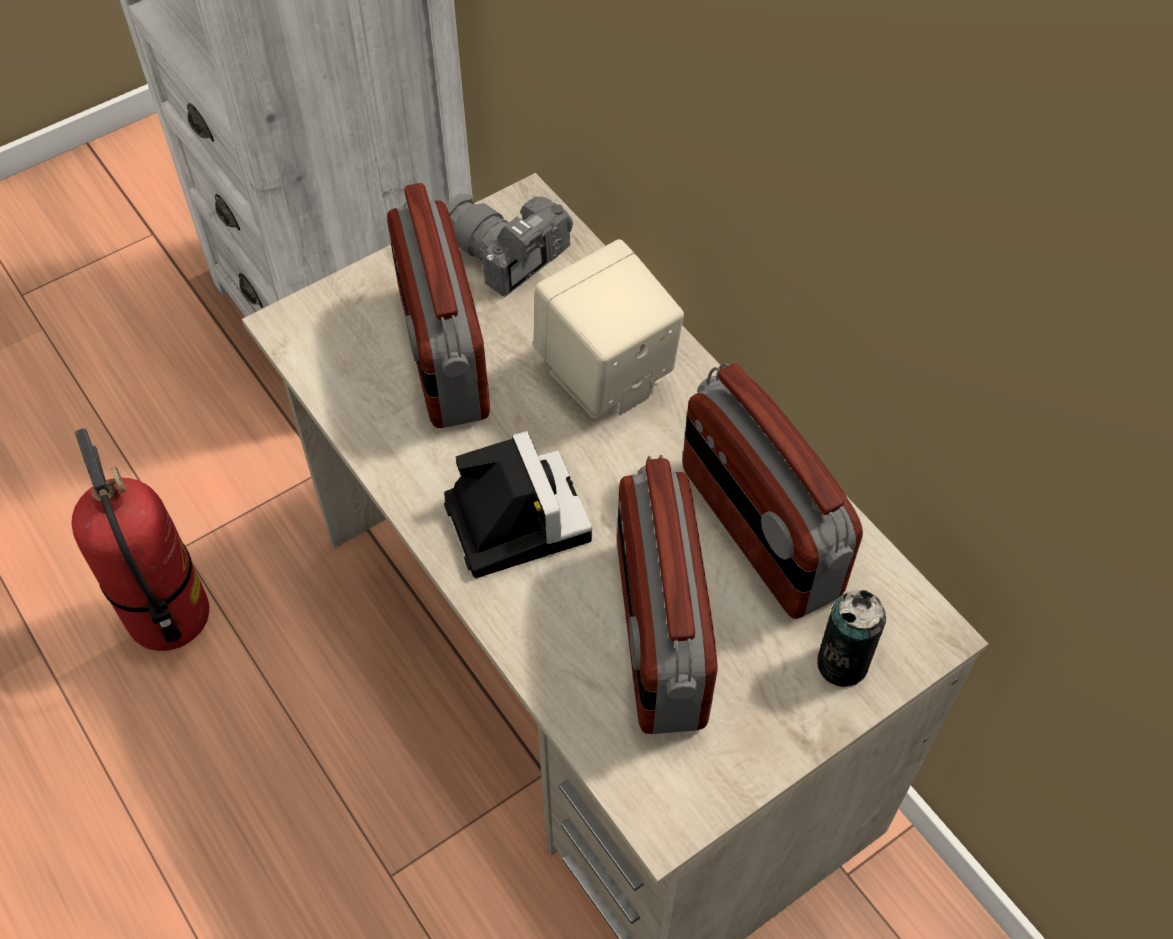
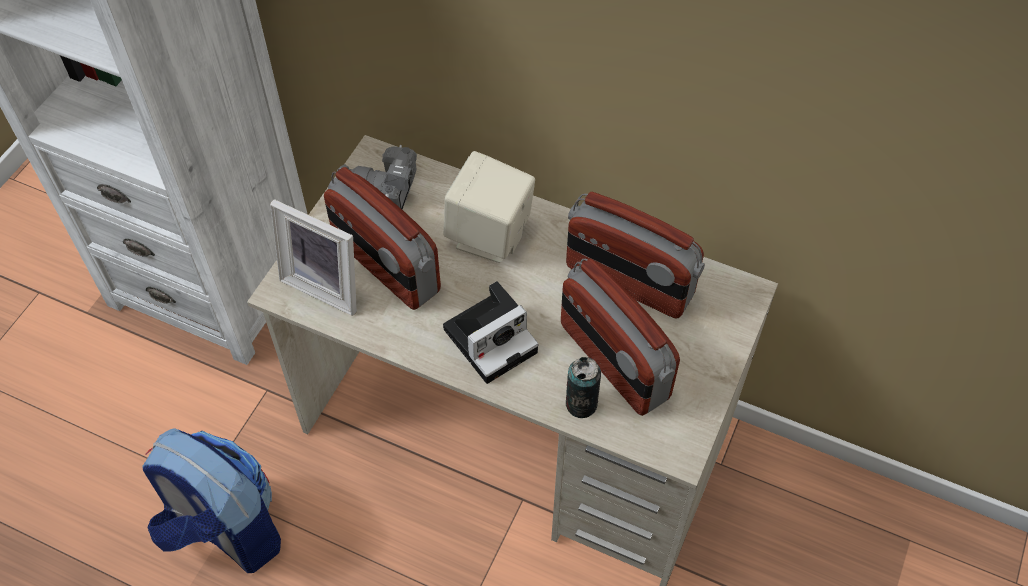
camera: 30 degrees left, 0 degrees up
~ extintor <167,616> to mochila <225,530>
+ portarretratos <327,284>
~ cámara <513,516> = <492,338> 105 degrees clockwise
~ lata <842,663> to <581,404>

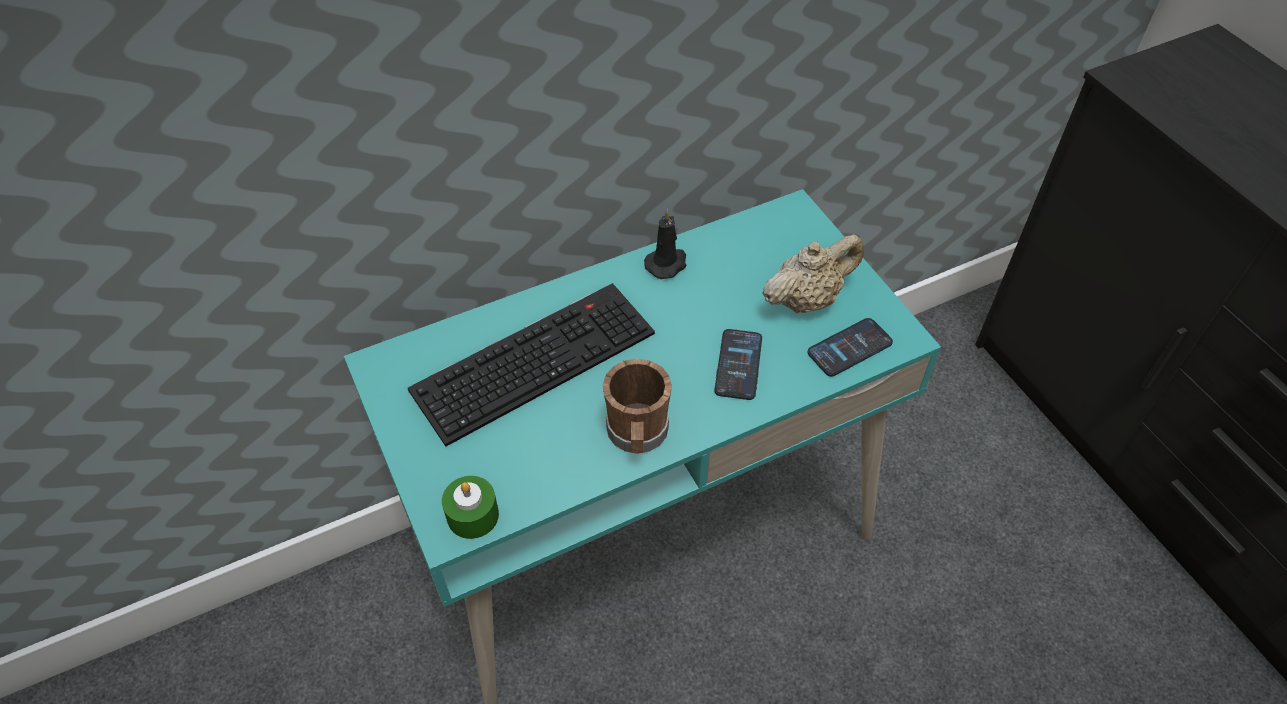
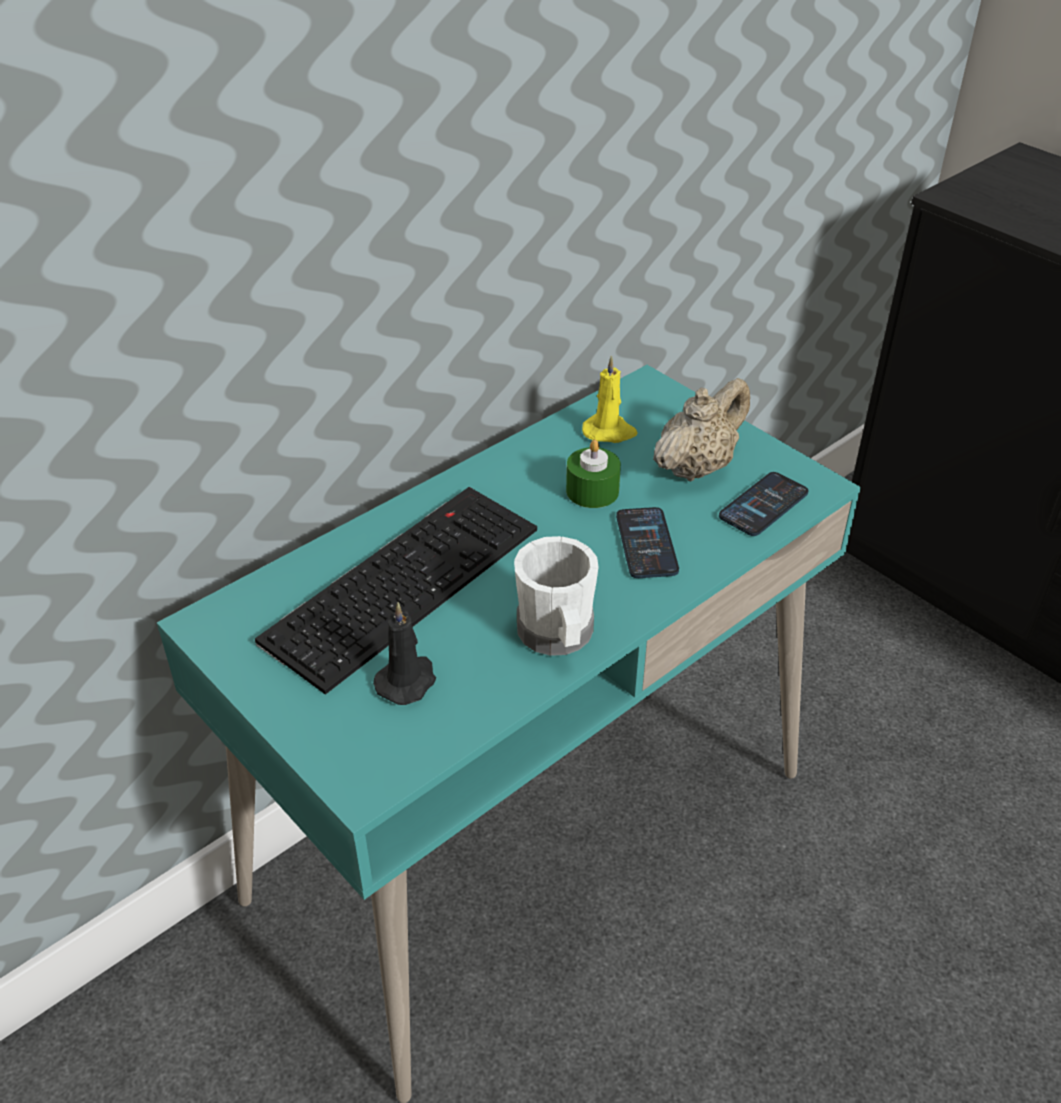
camera: 15 degrees left, 10 degrees down
~ vela (negro) <667,263> to <407,681>
~ taza grande (marrón) <637,435> to taza grande (blanco) <557,636>
~ vela (verde) <473,515> to <592,491>
+ vela (amarillo) <609,432>

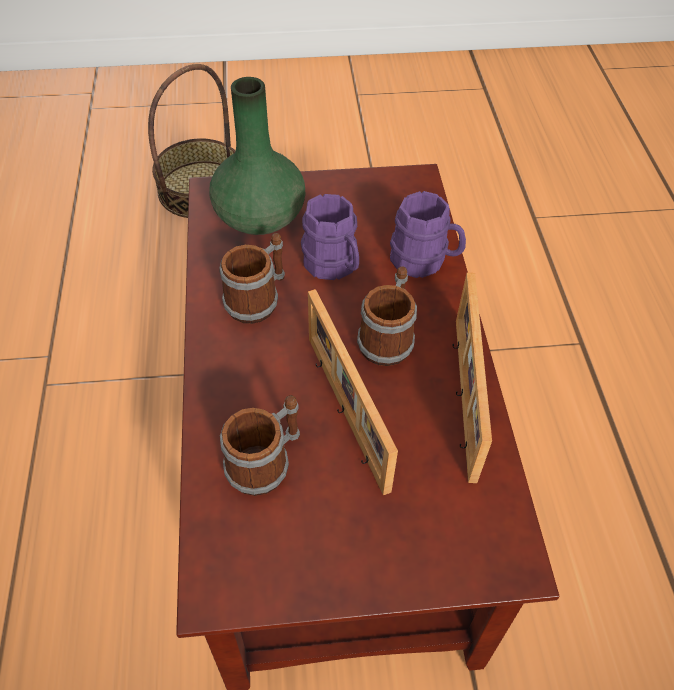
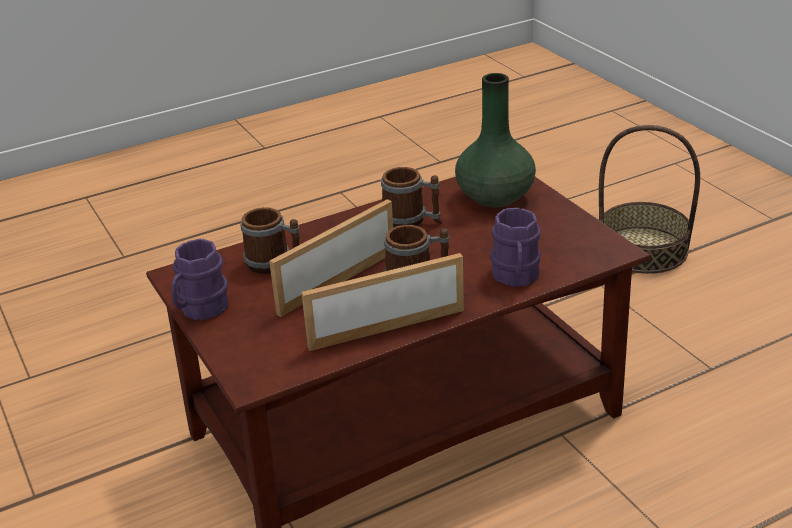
camera: 70 degrees right, 20 degrees down
~ taza grande (morado) <334,266> to <200,309>

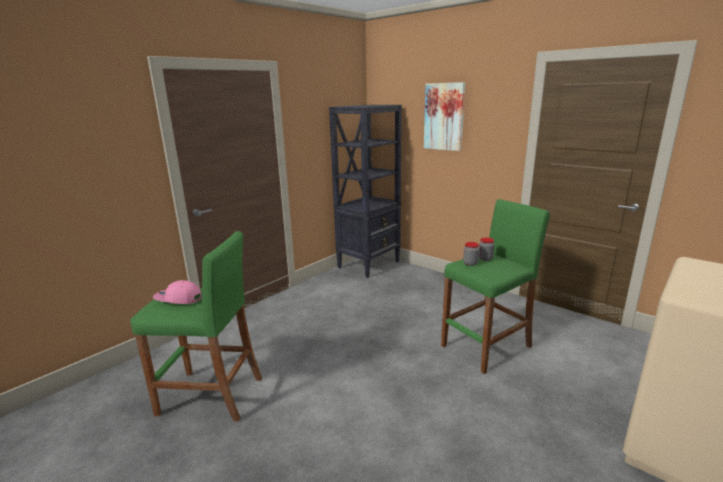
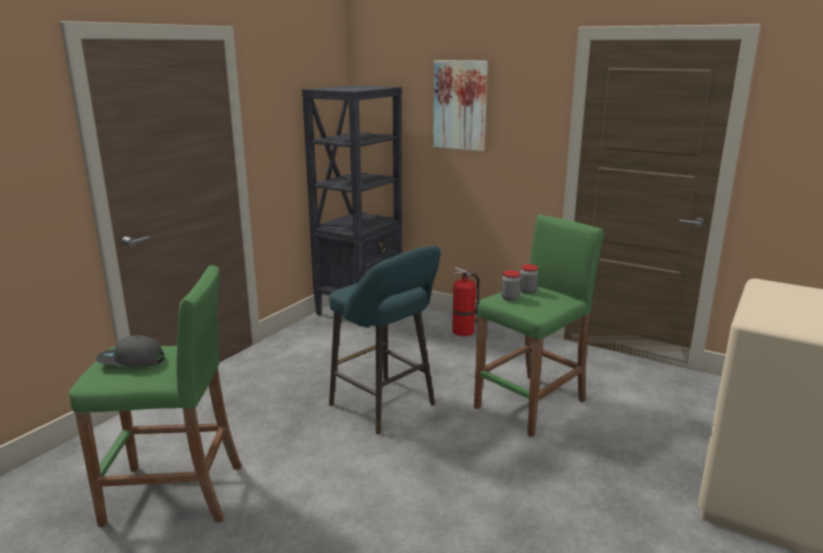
camera: 10 degrees left, 0 degrees up
~ gorra (rosa) <178,299> to gorra (gris) <131,361>
+ taburete (turquesa) <386,407>
+ extintor <464,331>

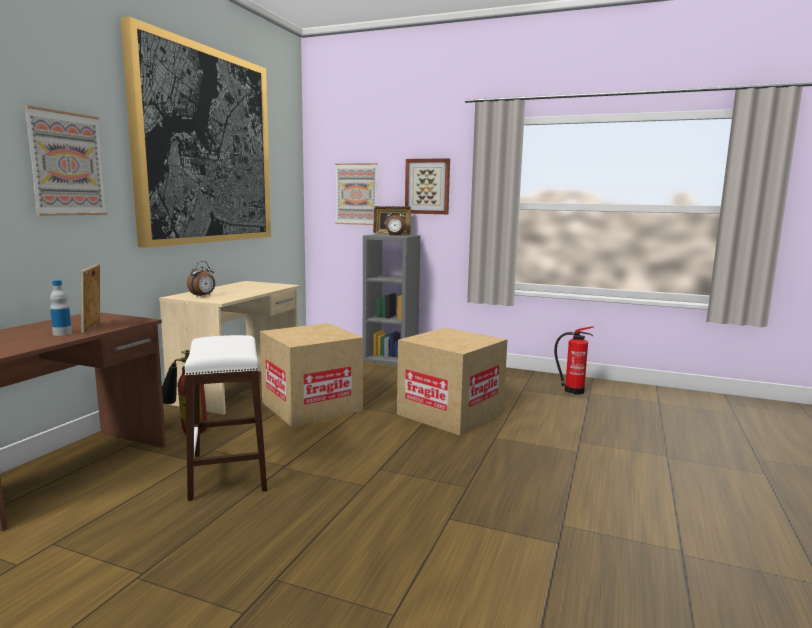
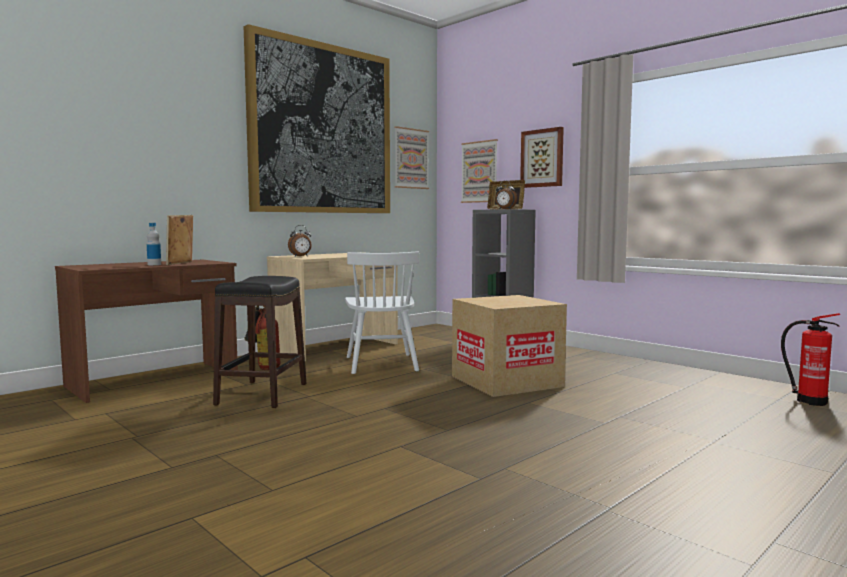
camera: 25 degrees right, 5 degrees down
~ taburete (blanco) <229,471> to taburete (negro) <263,393>
~ caja de cartón <311,406> to silla (blanco) <381,364>
~ cuadro <66,164> to <411,158>
~ extintor <572,391> to <808,401>

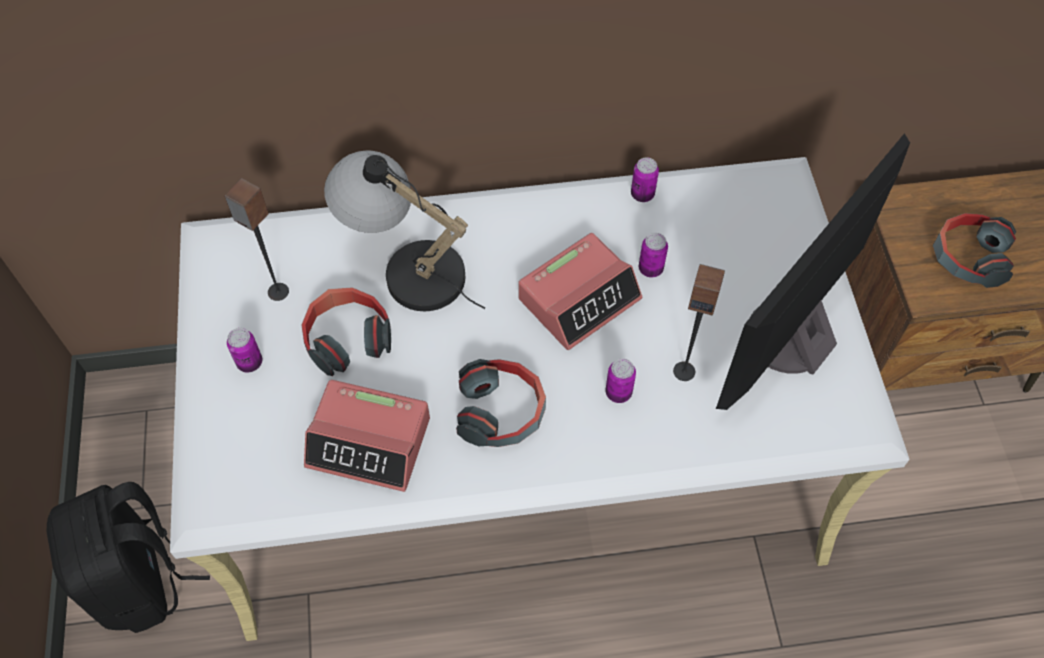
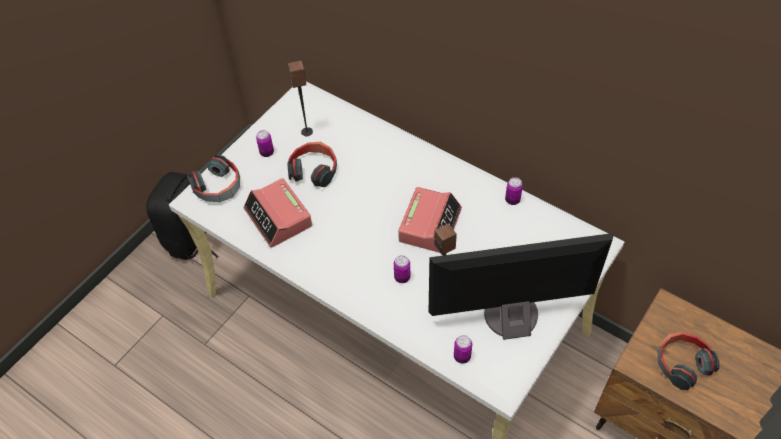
camera: 45 degrees right, 5 degrees down
~ auriculares <502,411> to <218,187>
~ despertador <579,298> = <430,225> 75 degrees counterclockwise
~ lata <650,269> to <462,356>
- lámpara de mesa <406,268>

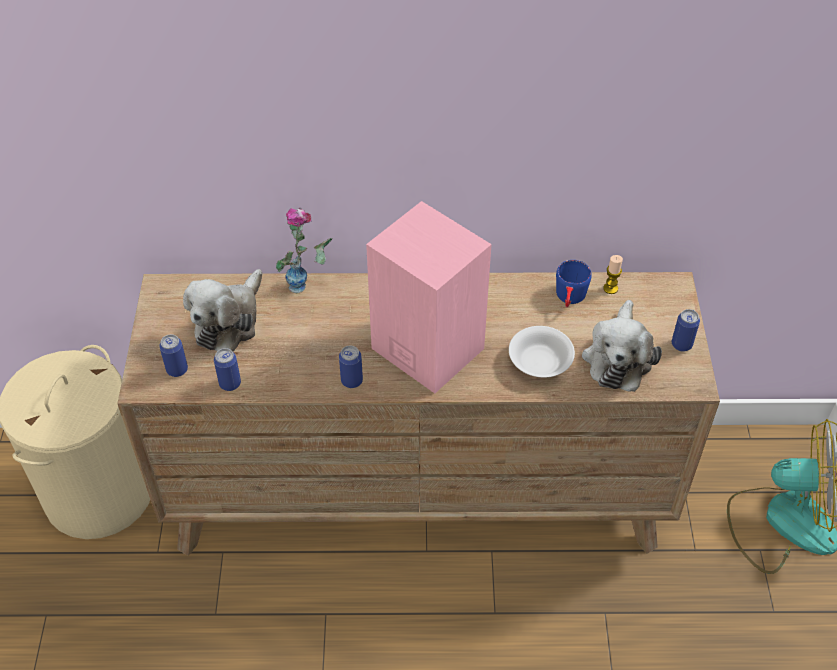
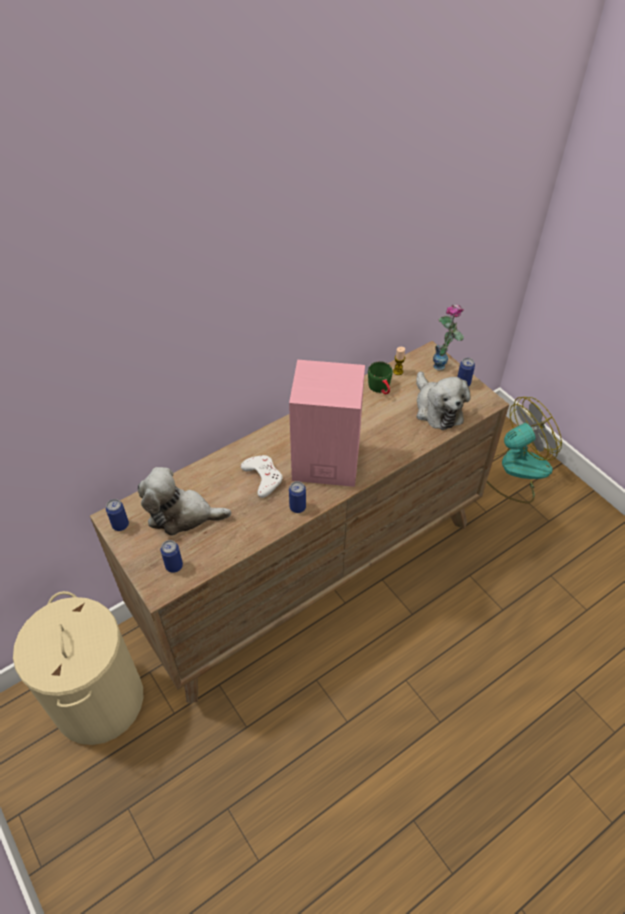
camera: 35 degrees left, 0 degrees up
~ lata <230,383> to <120,525>
~ peluche <229,321> = <182,514> 105 degrees clockwise
+ mando de consola (blanco) <263,477>
~ taza grande (azul) <570,299> to taza grande (verde) <381,389>
~ florero <309,286> to <445,363>
- cuenco (blanco) <541,362>

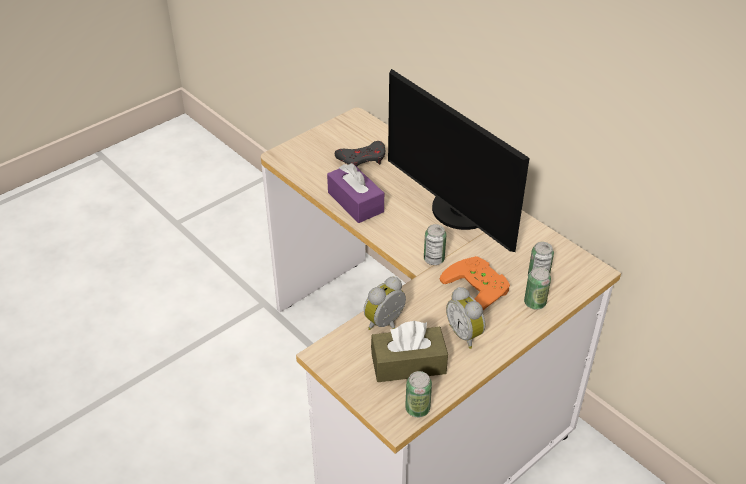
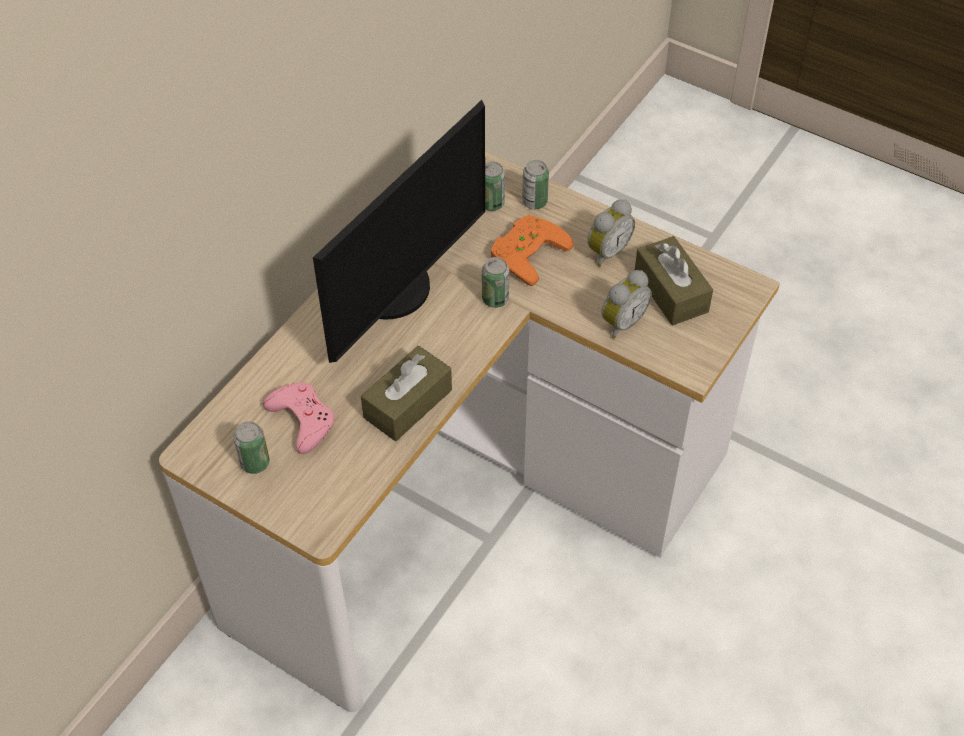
camera: 105 degrees left, 10 degrees up
~ lata <417,409> to <255,463>
~ mando de consola (gris) <362,159> to mando de consola (rosa) <302,419>
~ caja de pañuelos (morado) <355,202> to caja de pañuelos (marrón) <408,403>
~ despertador <386,324> = <621,322> 75 degrees counterclockwise

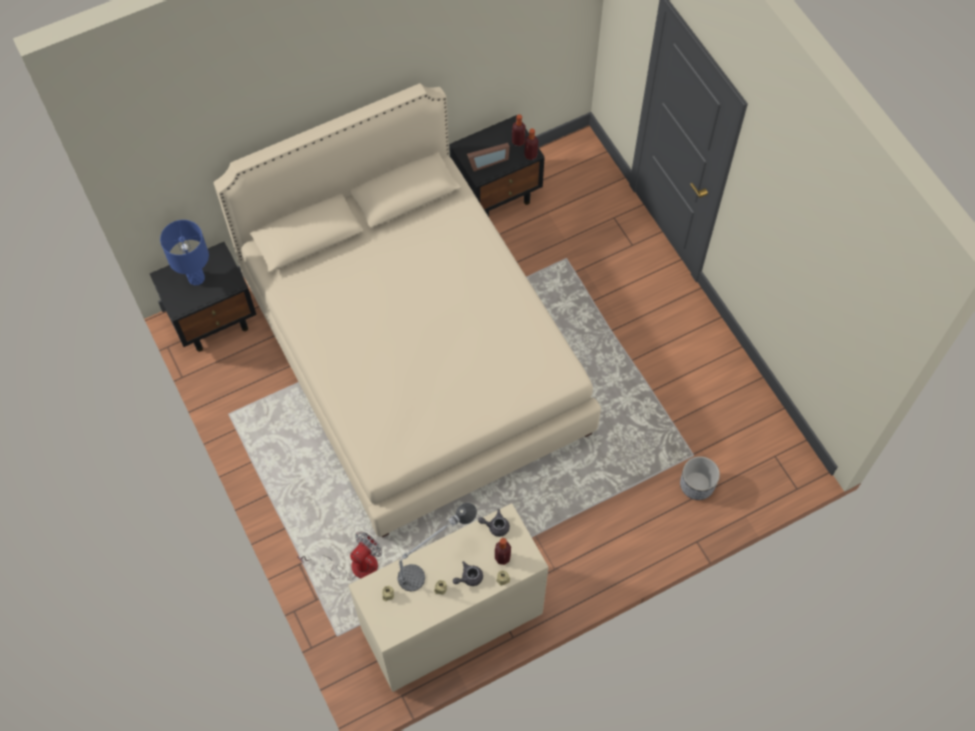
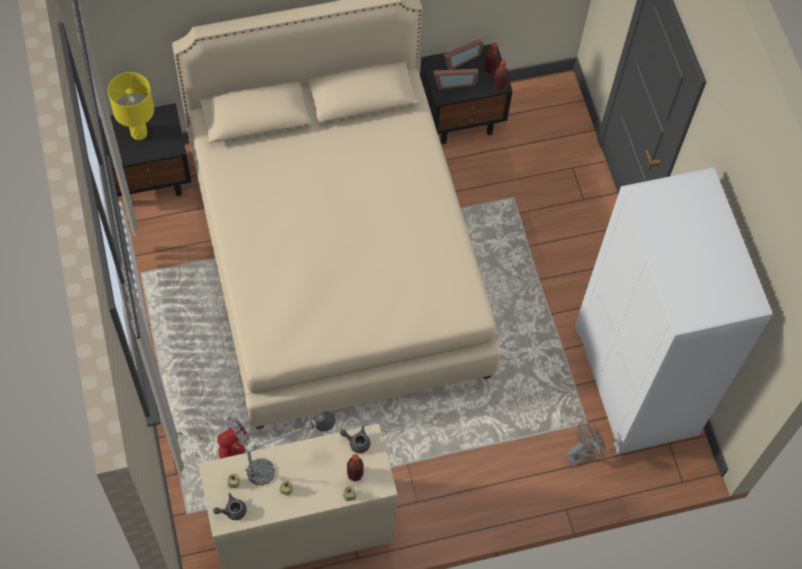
camera: 10 degrees right, 0 degrees up
~ lámpara de mesa (azul) <196,278> to lámpara de mesa (amarillo) <139,133>
~ tetera (gris) <469,577> to <232,510>
+ portarretratos <459,59>
~ maceta <696,485> to ventilador (gris) <581,453>
+ armario ropero (blanco) <637,380>

